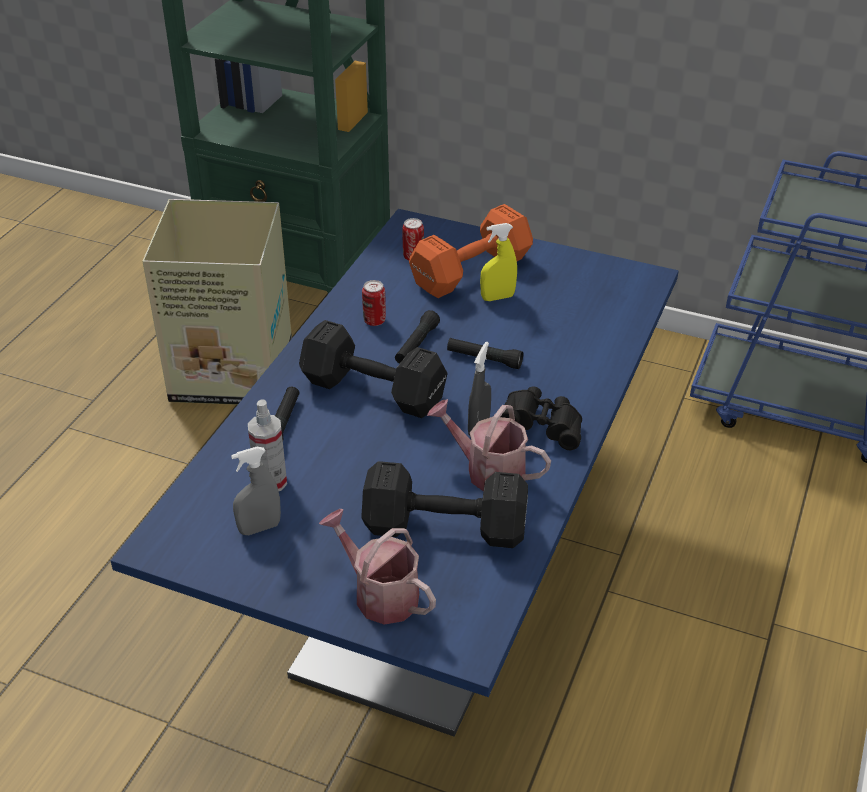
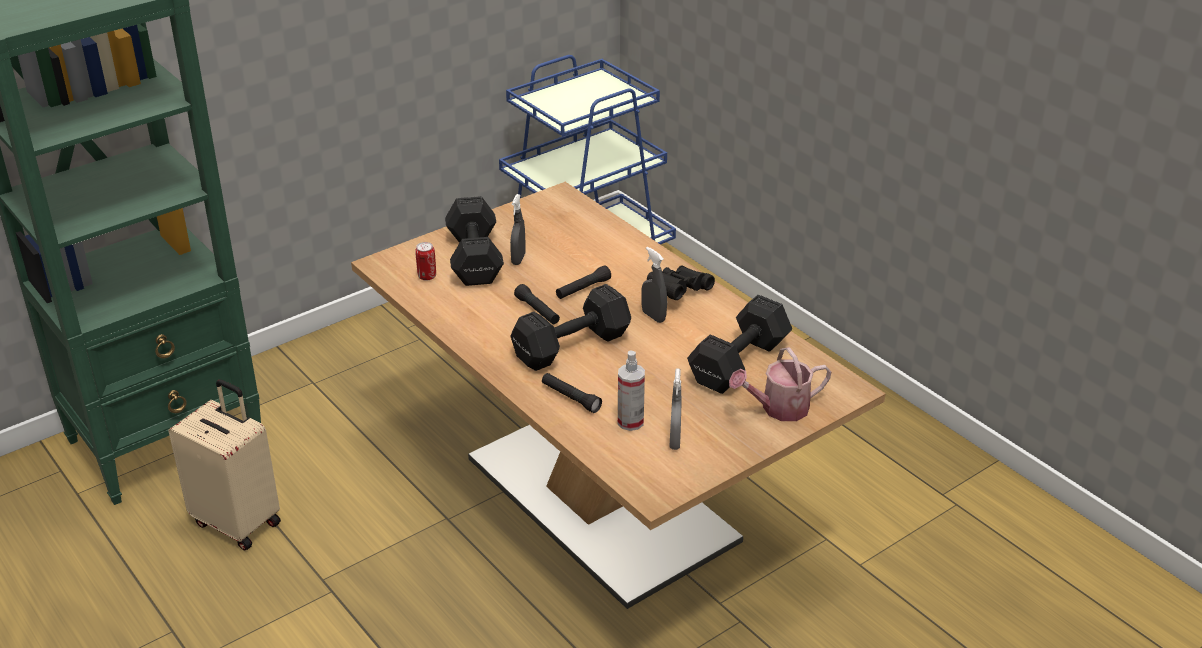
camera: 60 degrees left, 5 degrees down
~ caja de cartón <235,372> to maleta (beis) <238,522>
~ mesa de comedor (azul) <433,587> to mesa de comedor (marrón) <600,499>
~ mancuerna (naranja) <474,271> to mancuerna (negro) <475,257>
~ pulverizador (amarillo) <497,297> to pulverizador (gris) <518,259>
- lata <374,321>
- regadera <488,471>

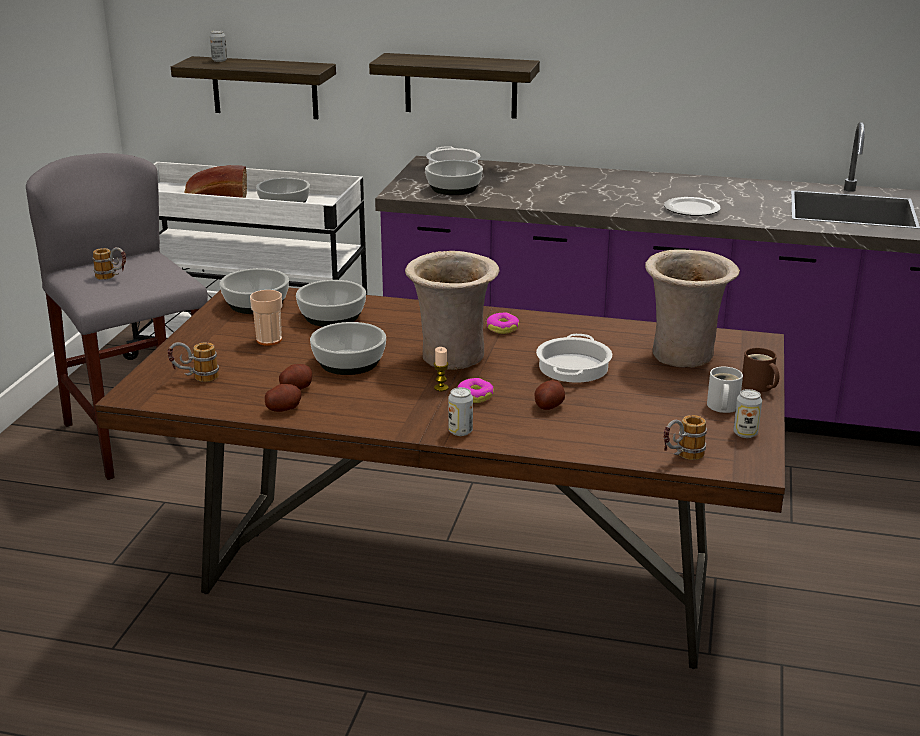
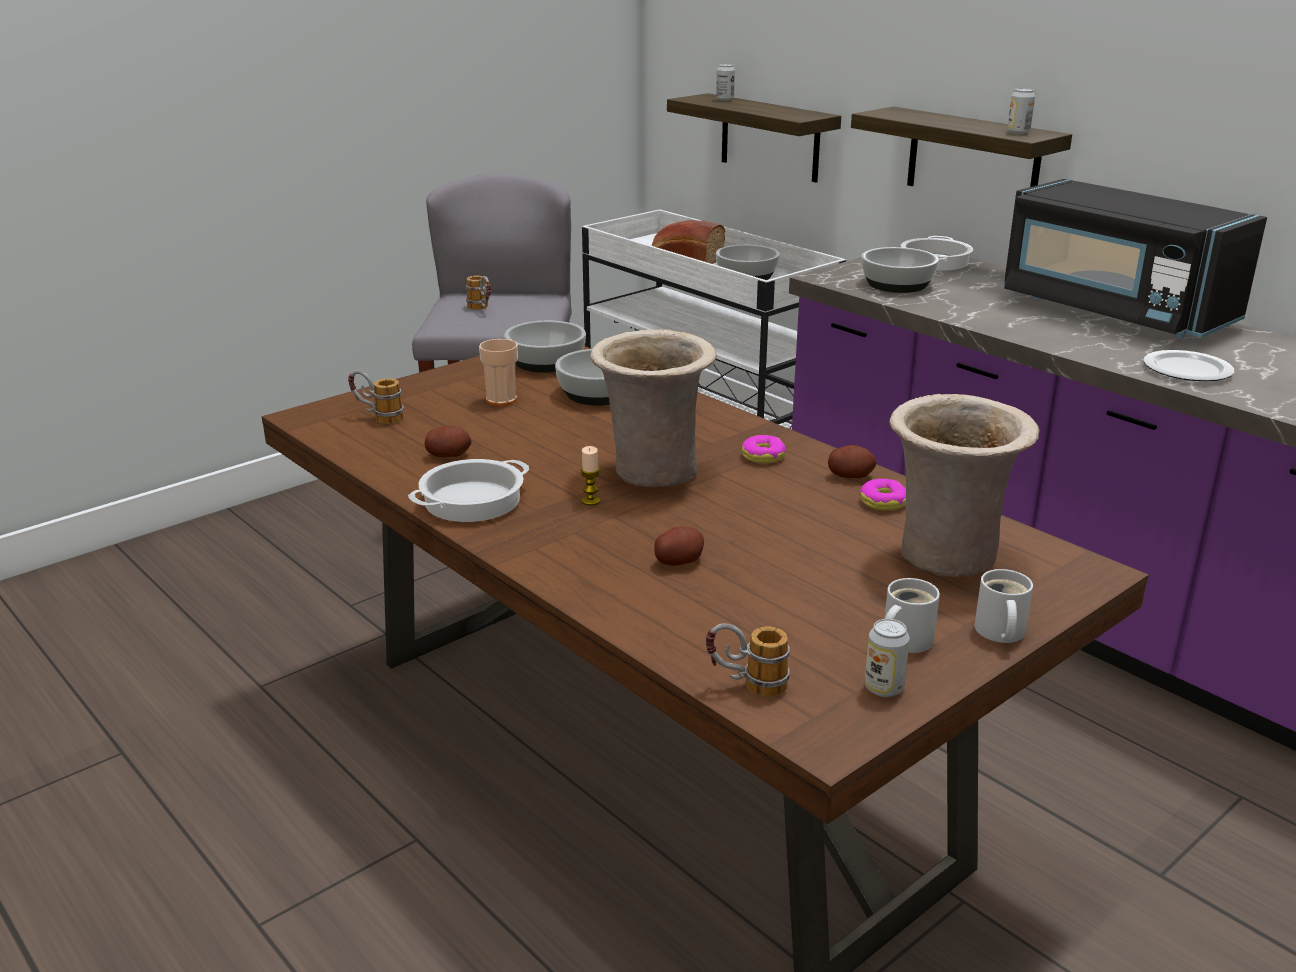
camera: 35 degrees right, 0 degrees up
~ olla <572,367> to <472,500>
~ patata <283,409> to <850,476>
~ rosquilla <475,396> to <883,502>
~ taza grande (marrón) <758,387> to taza grande (blanco) <998,632>
+ microondas (negro) <1113,311>
~ lata <460,431> to <1018,132>
- cuenco <349,362>

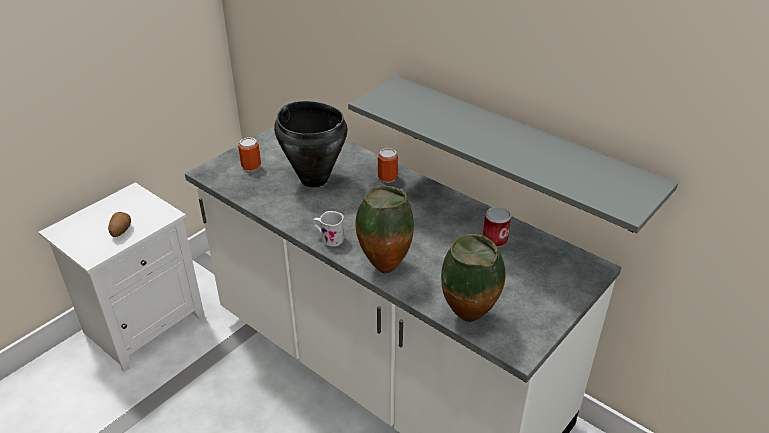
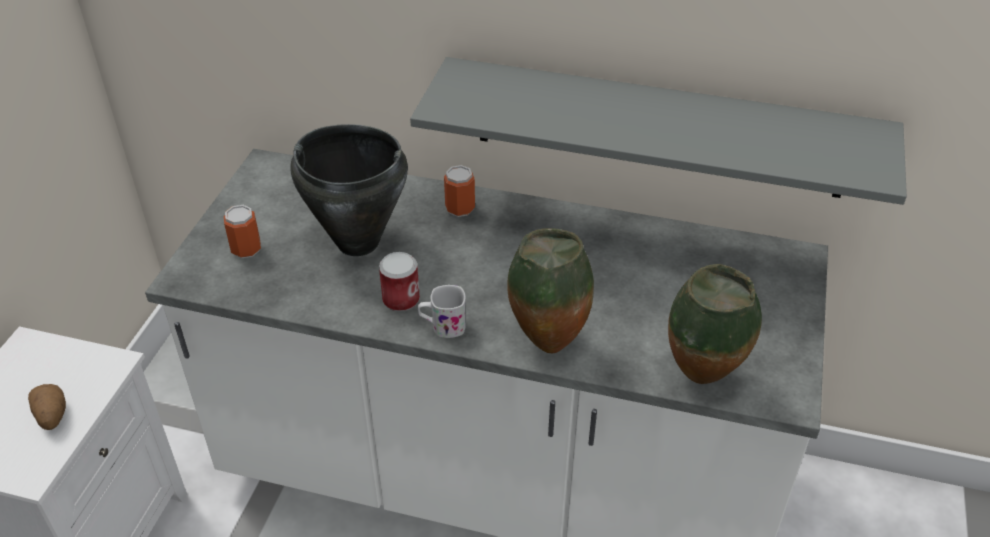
camera: 25 degrees left, 5 degrees up
~ lata <495,239> to <401,299>

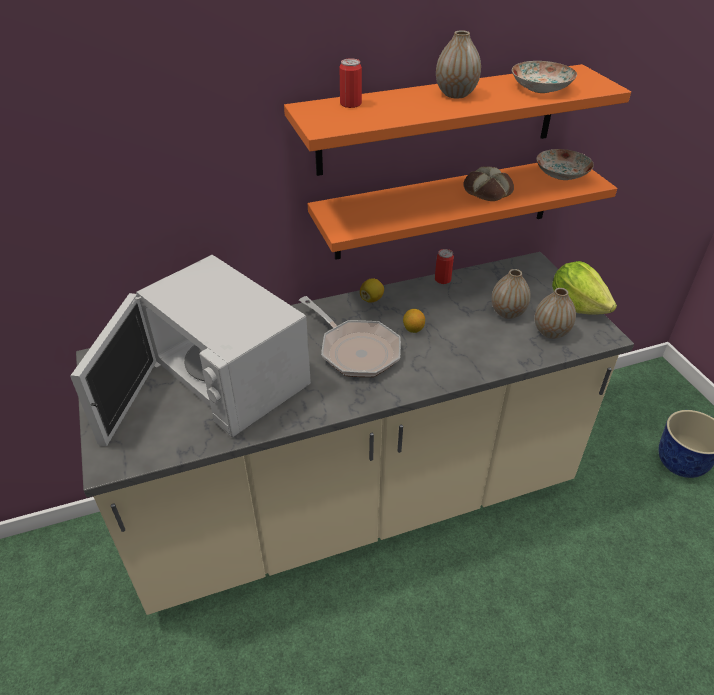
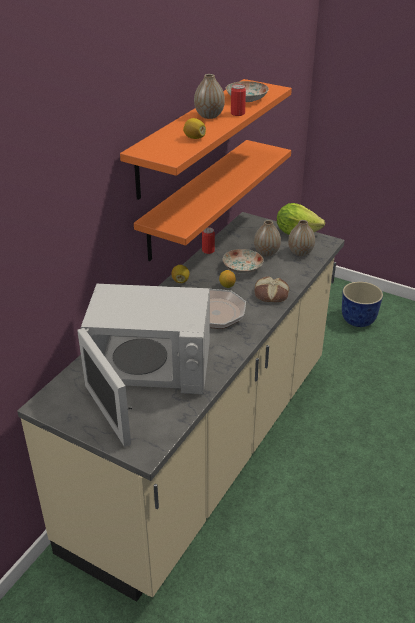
camera: 40 degrees left, 5 degrees down
+ limón <194,138>
~ plato <561,174> to <242,268>
~ lata <350,104> to <237,113>
~ pan <486,191> to <271,294>

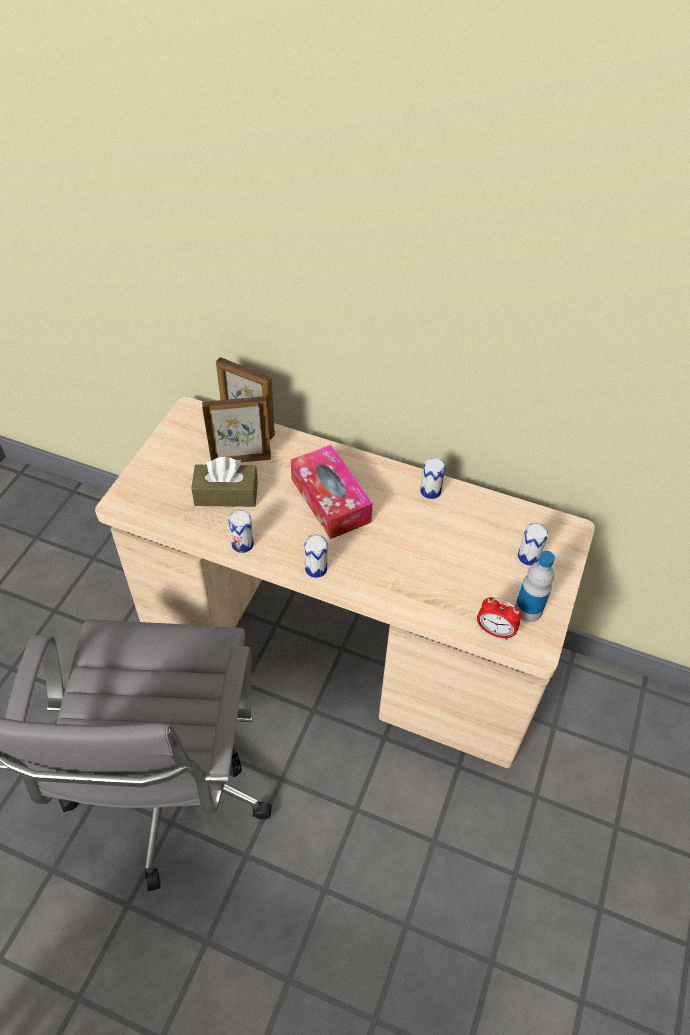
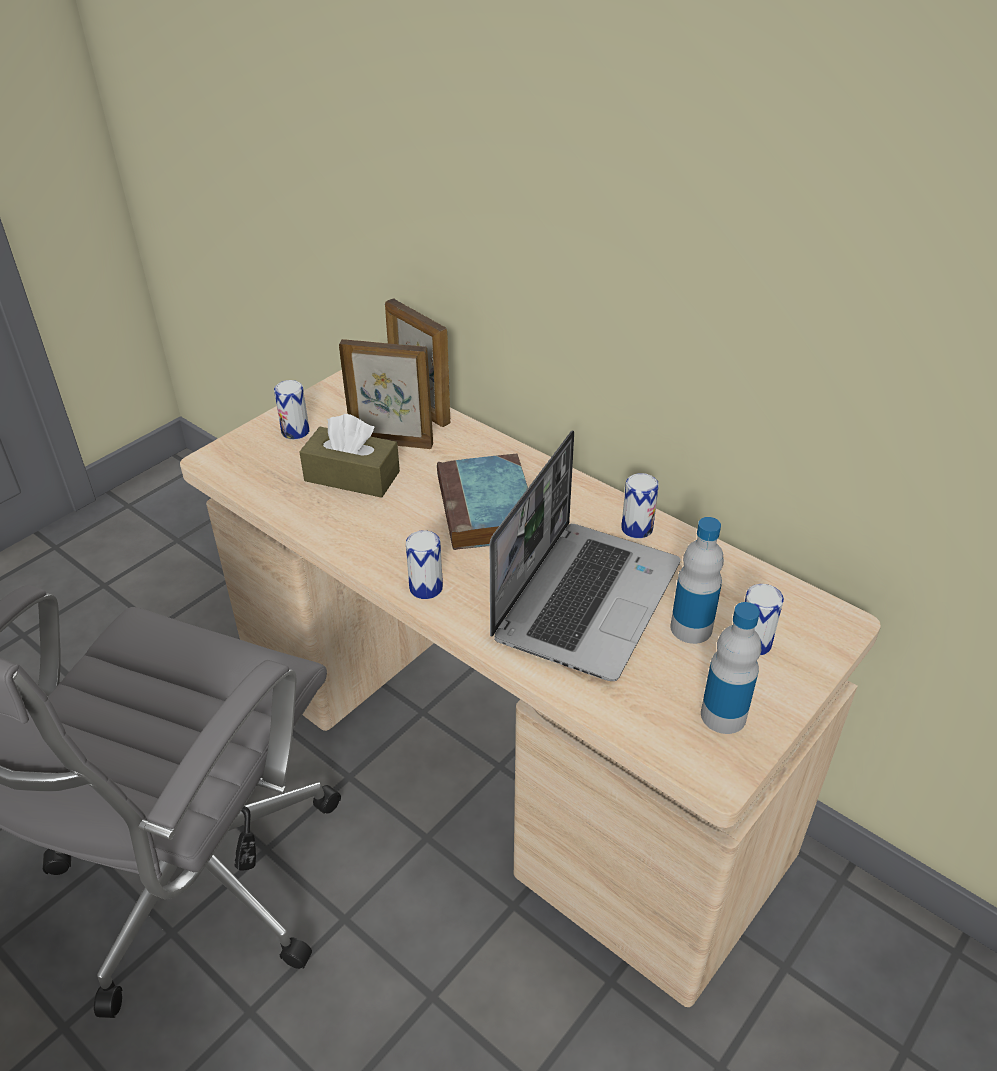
camera: 20 degrees right, 10 degrees down
~ lata <242,544> to <295,431>
~ caja de pañuelos <330,500> to libro <487,511>
+ portátil <585,599>
+ botella <691,628>
- despertador <495,631>

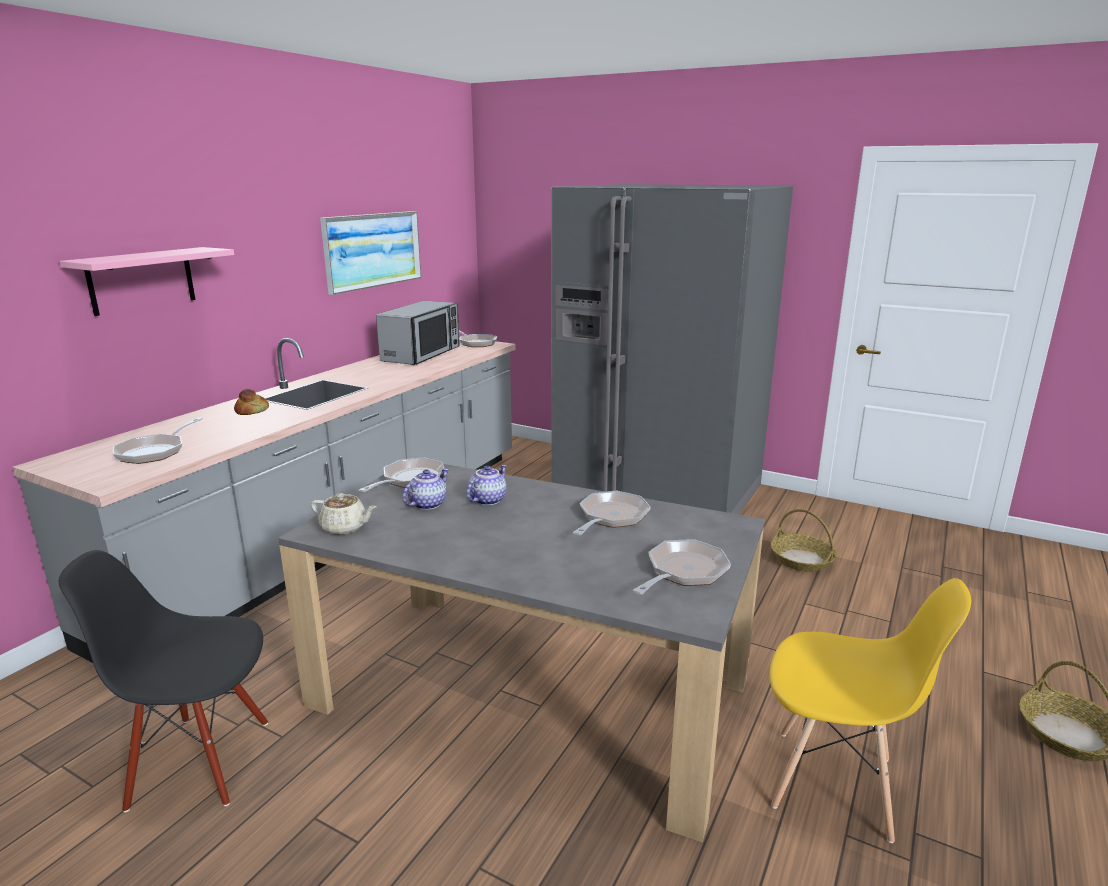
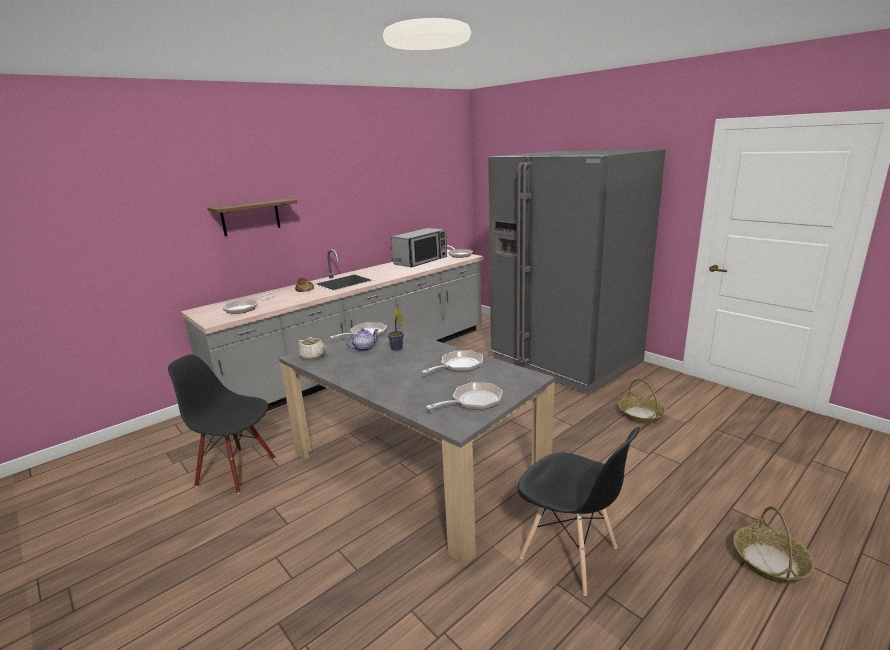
camera: 20 degrees right, 0 degrees up
~ estante (rosa) <142,280> to estante (marrón) <250,217>
~ tetera <487,500> to planta en maceta <397,349>
~ silla (amarillo) <834,784> to silla (negro) <569,554>
- cuadro <372,250>

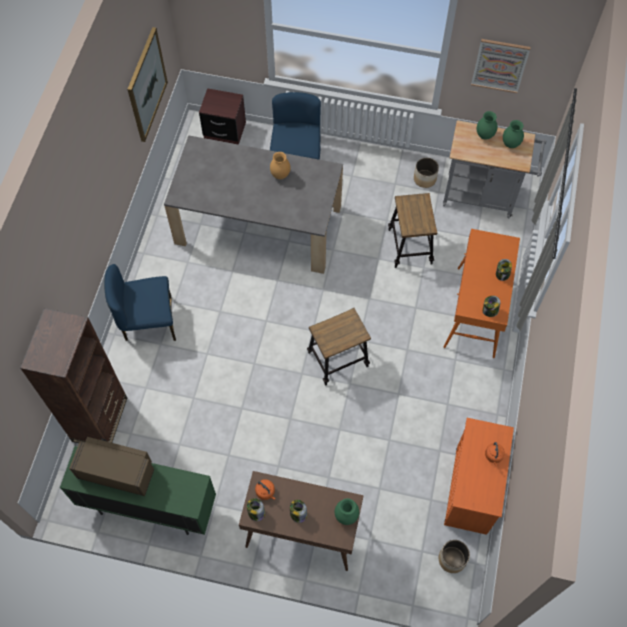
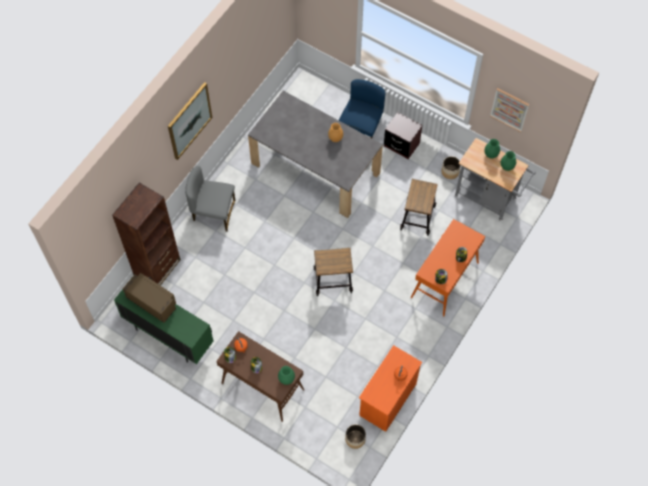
camera: 20 degrees right, 0 degrees up
~ cuadro <146,85> to <189,121>
~ silla (azul) <148,321> to silla (gris) <213,212>
~ mesita de noche (marrón) <224,130> to <401,145>

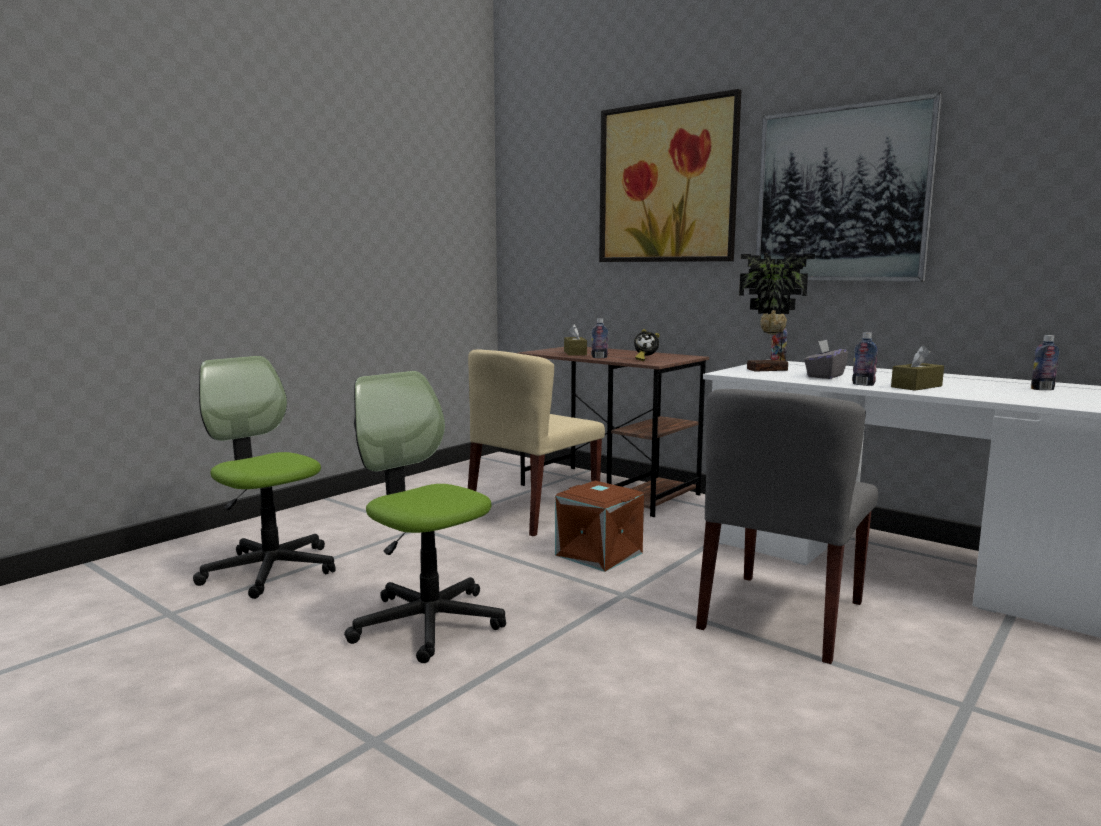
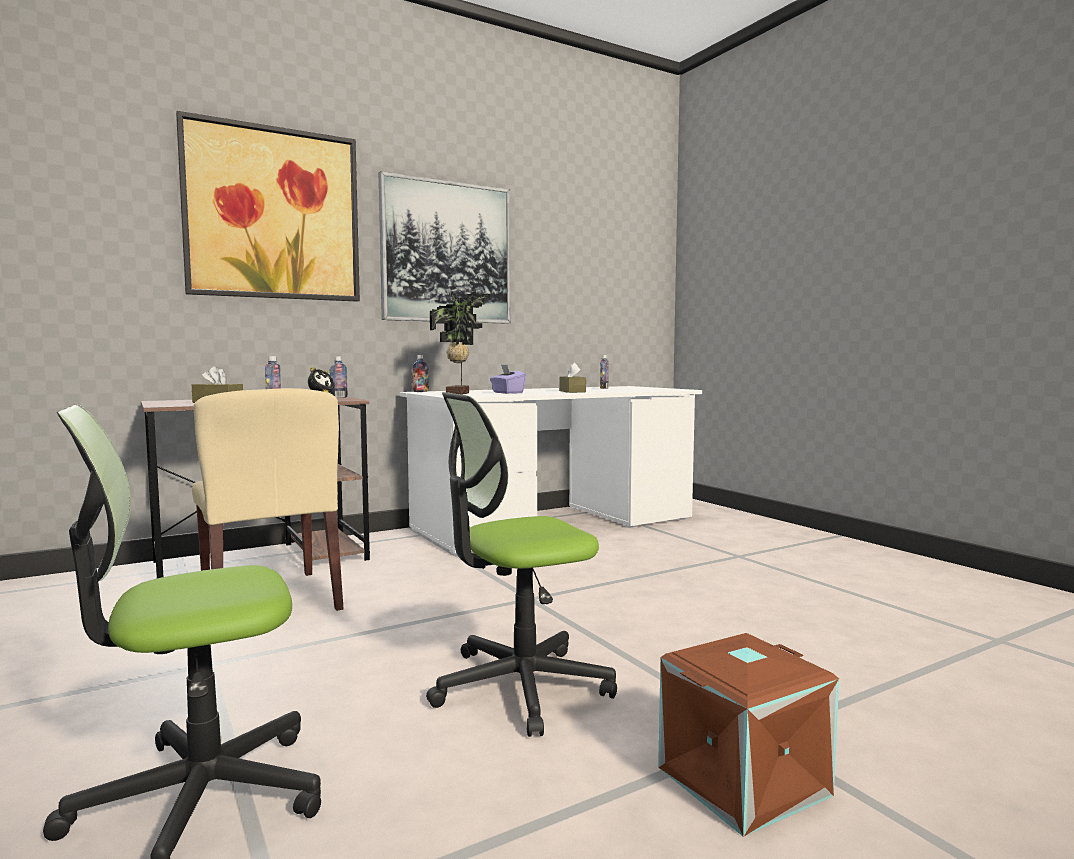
camera: 70 degrees left, 5 degrees down
~ botella <863,384> to <339,397>
~ caja de pañuelos (gris) <824,376> to caja de pañuelos (morado) <507,393>
~ caja de almacenaje (marrón) <597,554> to <744,783>
- silla (gris) <782,616>

